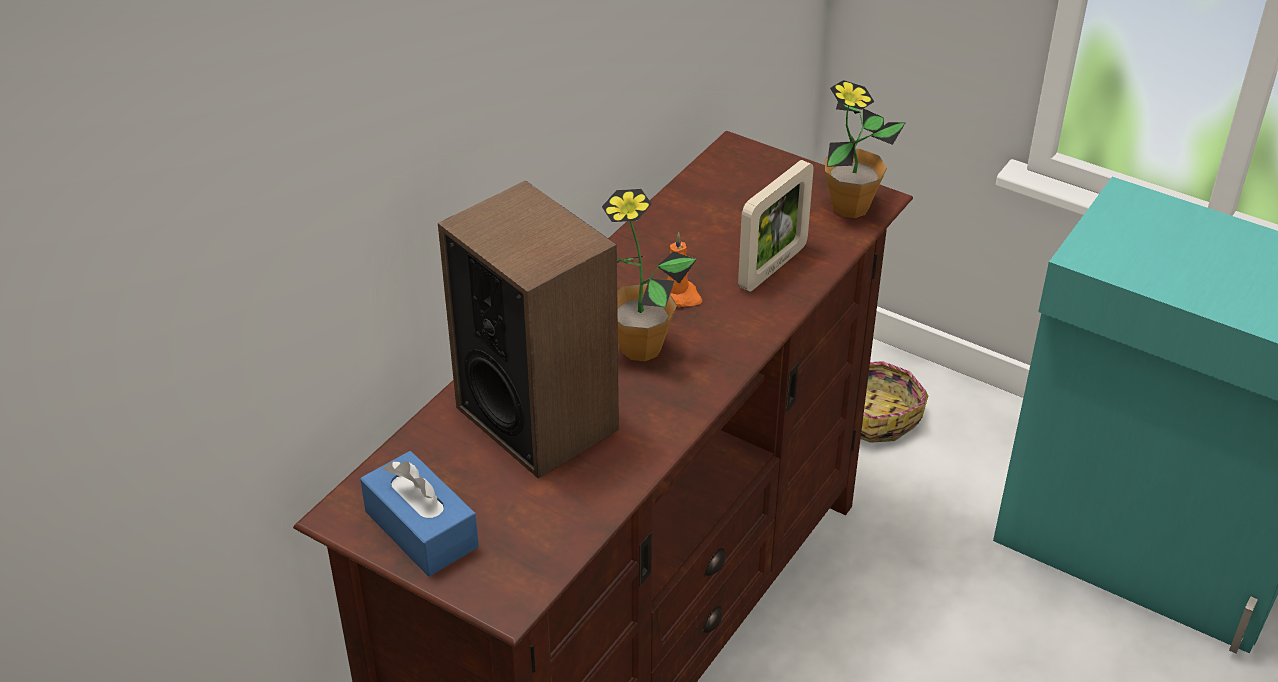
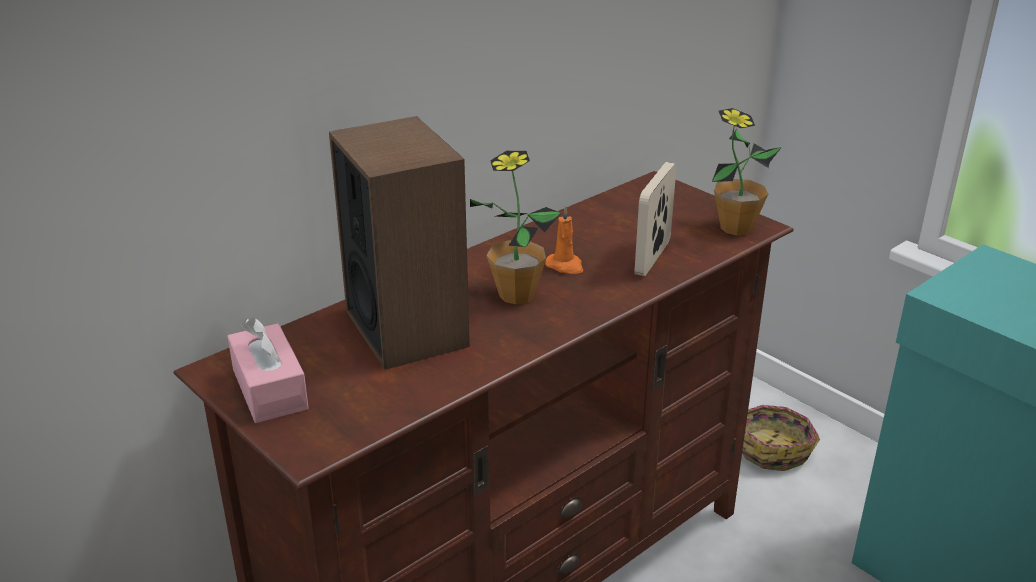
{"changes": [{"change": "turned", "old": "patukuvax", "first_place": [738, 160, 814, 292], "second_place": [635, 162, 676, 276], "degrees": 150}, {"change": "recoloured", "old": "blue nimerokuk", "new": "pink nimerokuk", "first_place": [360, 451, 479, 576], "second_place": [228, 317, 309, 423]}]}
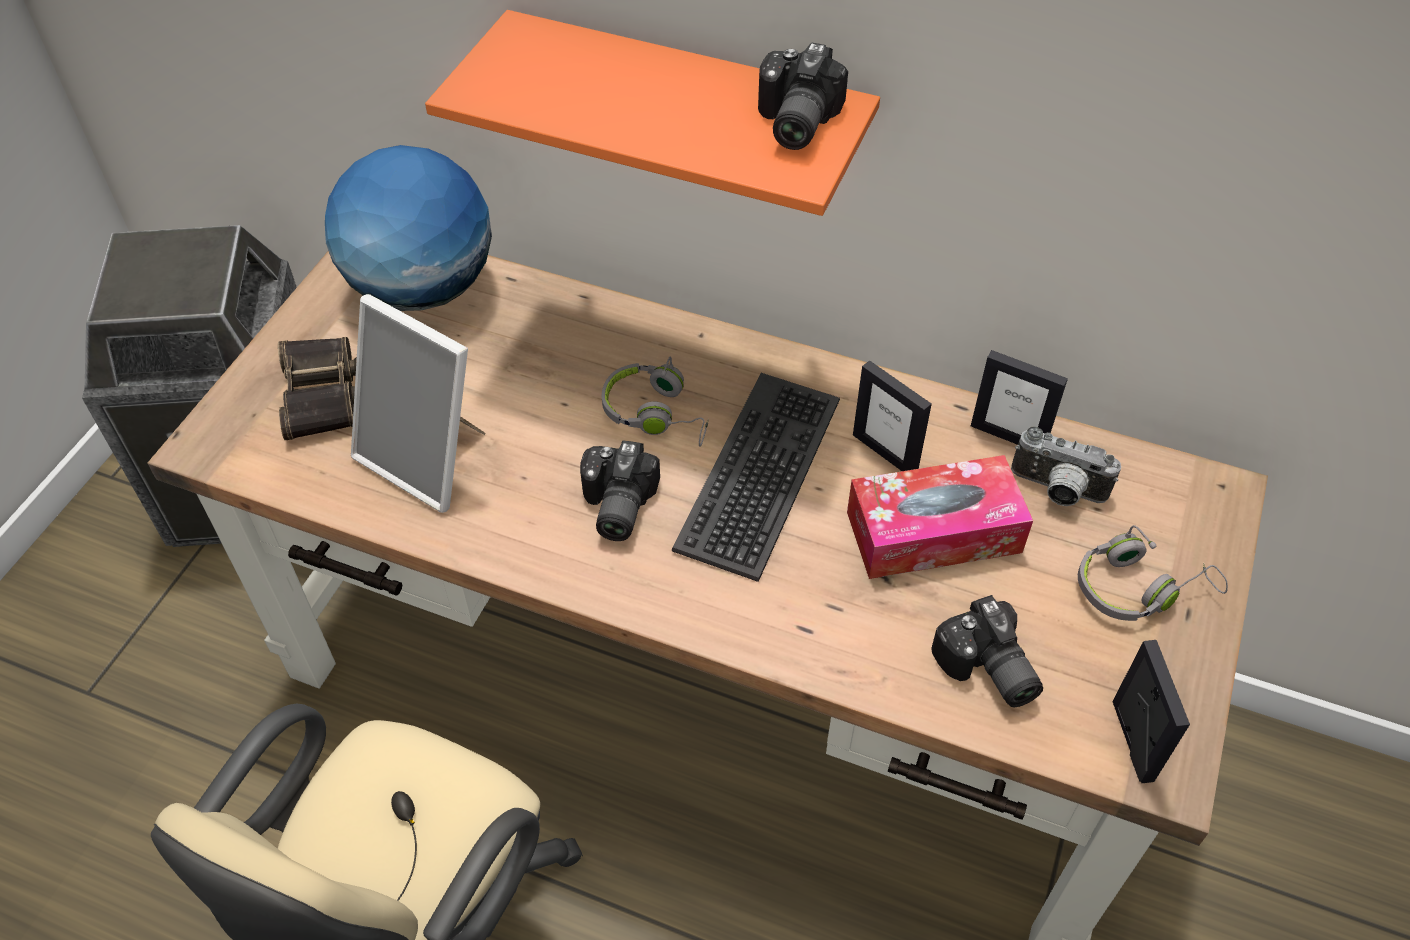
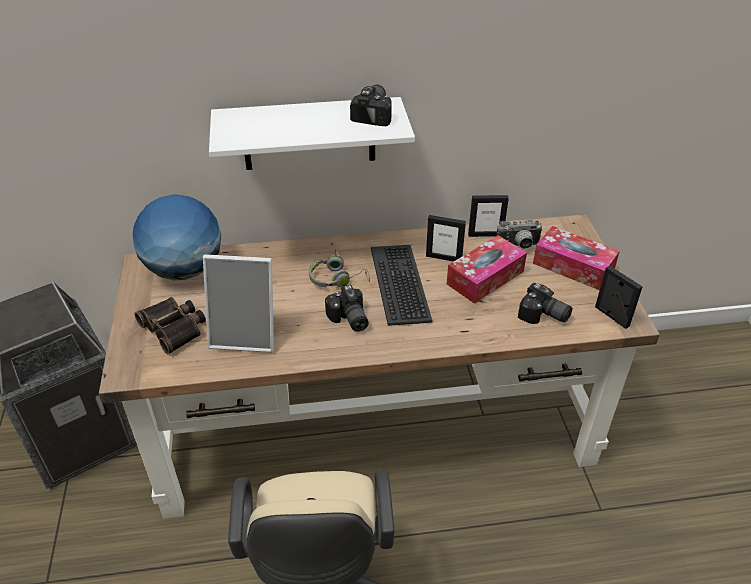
{"changes": [{"change": "recoloured", "old": "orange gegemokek", "new": "white gegemokek", "first_place": [425, 10, 880, 216], "second_place": [209, 97, 415, 170]}, {"change": "turned", "old": "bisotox", "first_place": [758, 42, 848, 150], "second_place": [350, 85, 392, 126], "degrees": -150}, {"change": "replaced", "old": "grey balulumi", "new": "nimerokuk", "first_place": [1078, 525, 1228, 621], "second_place": [533, 226, 620, 290]}]}
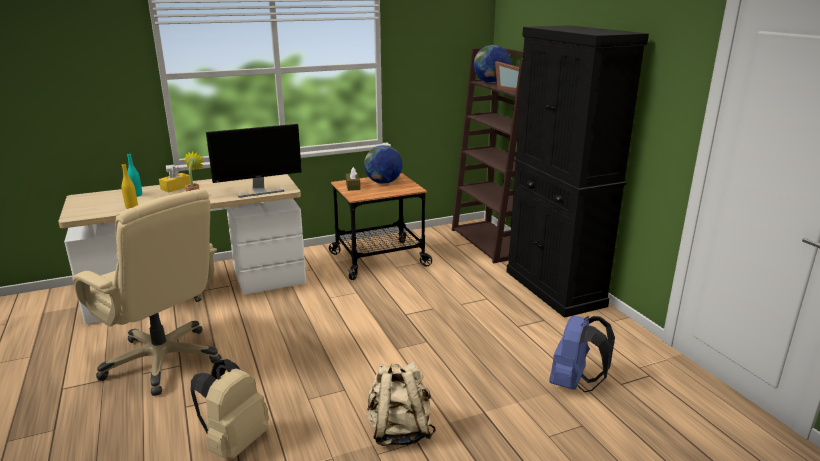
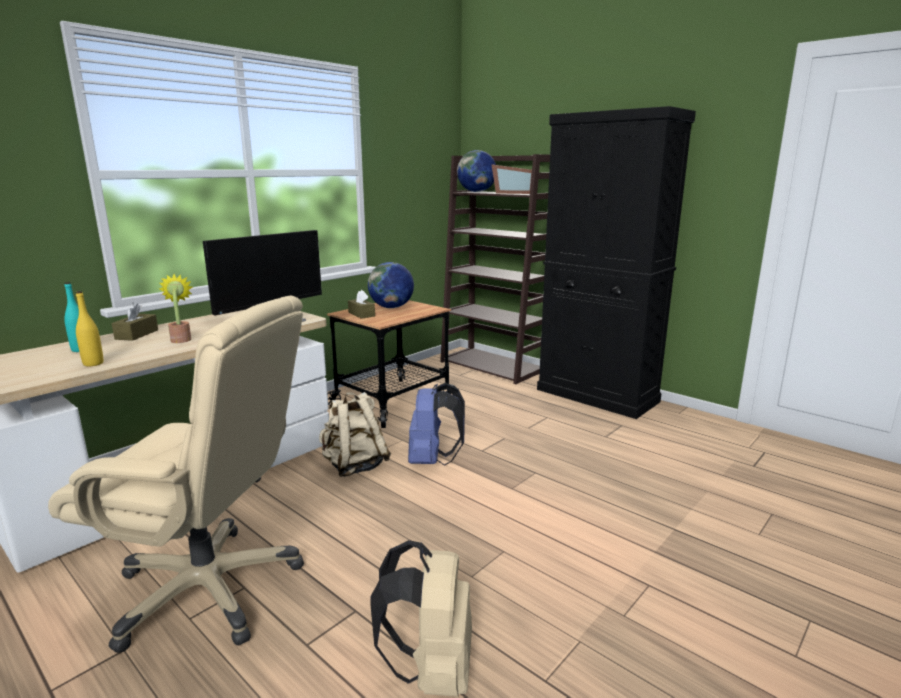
{"changes": [{"change": "recoloured", "old": "yellow nimerokuk", "new": "brown nimerokuk", "first_place": [159, 167, 190, 192], "second_place": [111, 303, 158, 341]}, {"change": "moved", "old": "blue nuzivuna", "first_place": [549, 316, 615, 392], "second_place": [408, 383, 465, 466]}, {"change": "moved", "old": "beige nuzivuna", "first_place": [367, 362, 436, 446], "second_place": [319, 392, 391, 477]}]}
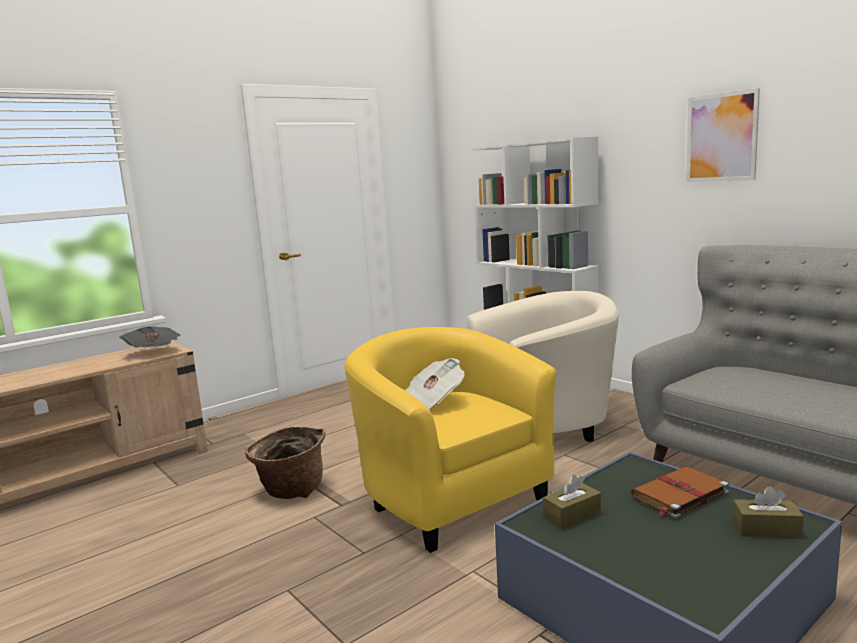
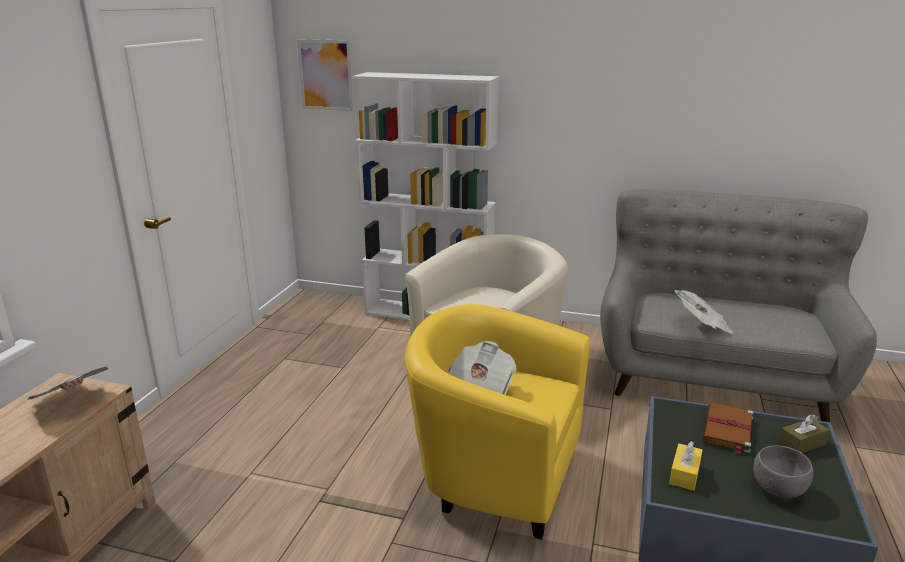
{"changes": [{"change": "moved", "old": "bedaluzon", "first_place": [686, 88, 760, 182], "second_place": [297, 39, 354, 111]}, {"change": "removed", "old": "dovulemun", "first_place": [245, 427, 326, 499]}, {"change": "recoloured", "old": "brown nimerokuk", "new": "yellow nimerokuk", "first_place": [543, 475, 601, 529], "second_place": [669, 441, 702, 491]}, {"change": "added", "new": "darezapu", "second_place": [675, 290, 733, 334]}, {"change": "added", "new": "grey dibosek", "second_place": [754, 445, 813, 499]}]}
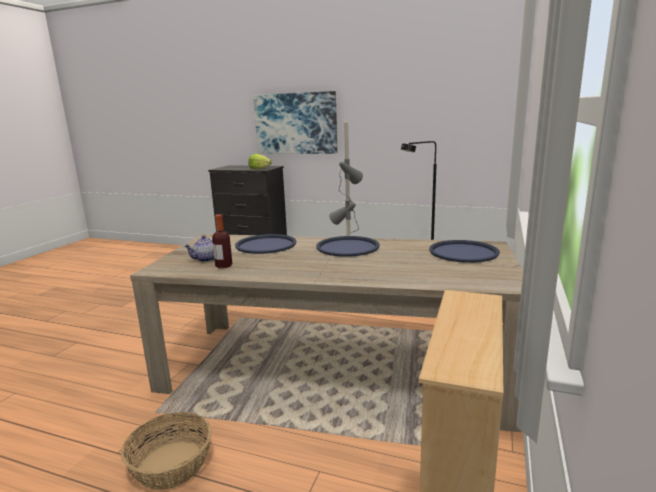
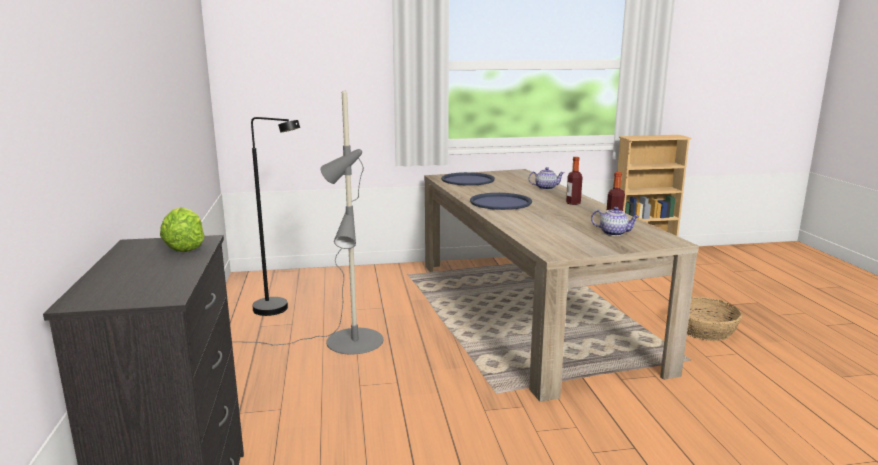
{"changes": [{"change": "removed", "old": "bedaluzon", "first_place": [253, 91, 337, 154]}, {"change": "removed", "old": "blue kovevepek", "first_place": [235, 234, 297, 254]}, {"change": "added", "new": "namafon", "second_place": [566, 157, 582, 205]}, {"change": "added", "new": "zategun", "second_place": [529, 167, 565, 190]}]}
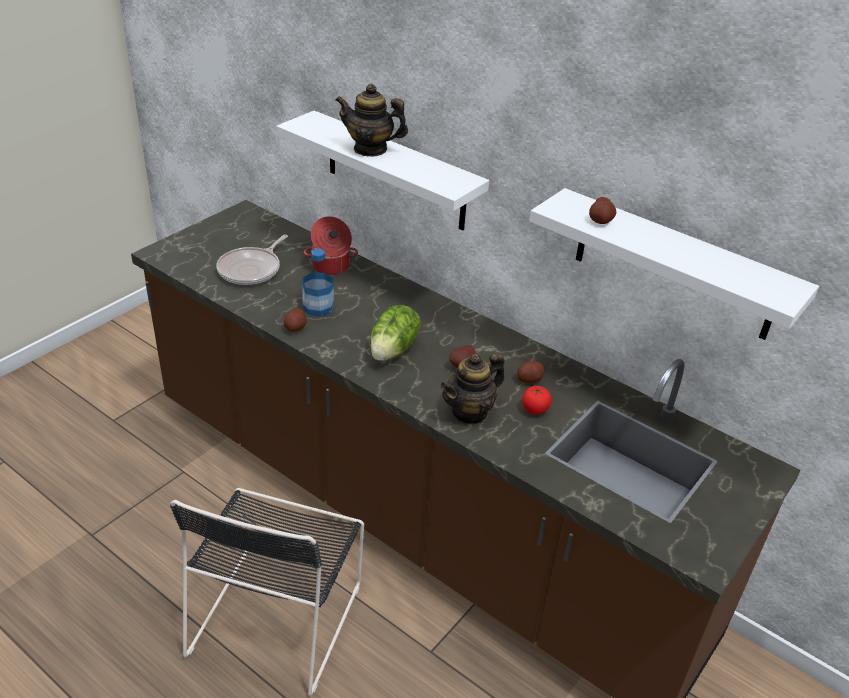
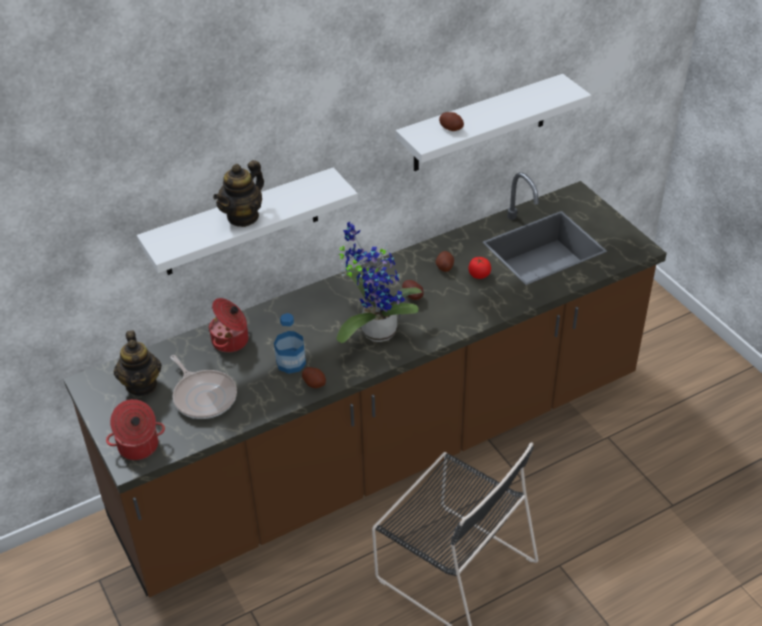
{"changes": [{"change": "replaced", "old": "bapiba", "new": "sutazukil", "first_place": [371, 305, 421, 361], "second_place": [336, 222, 422, 343]}, {"change": "moved", "old": "zategun", "first_place": [440, 353, 505, 425], "second_place": [114, 330, 162, 396]}, {"change": "added", "new": "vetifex", "second_place": [106, 399, 165, 460]}]}
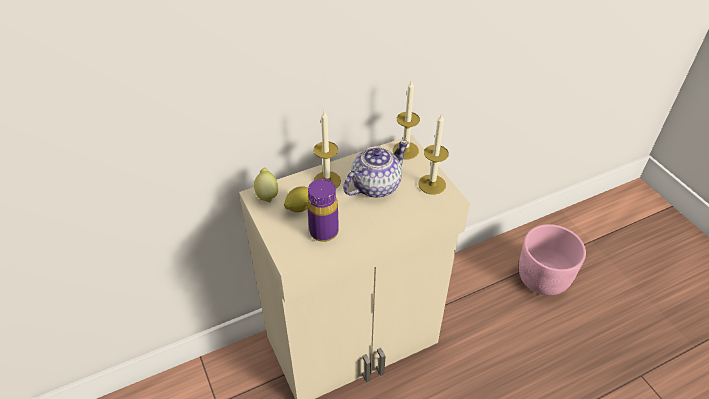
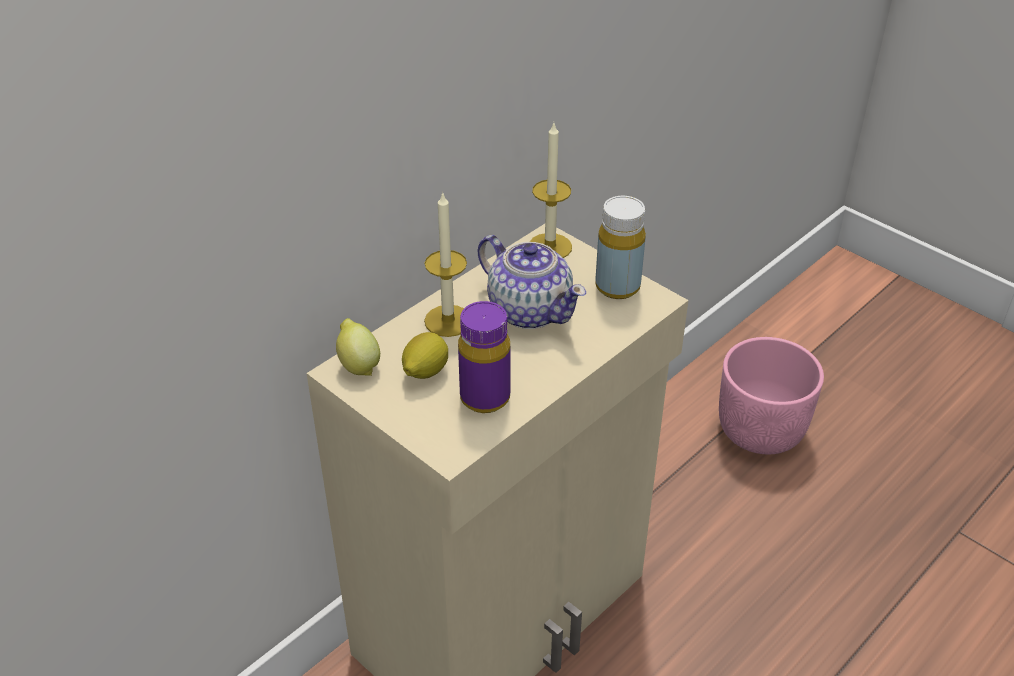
{"changes": [{"change": "replaced", "old": "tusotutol", "new": "yellow namafon", "first_place": [418, 113, 449, 195], "second_place": [595, 196, 646, 299]}, {"change": "turned", "old": "zategun", "first_place": [343, 140, 409, 198], "second_place": [478, 235, 586, 329], "degrees": 105}]}
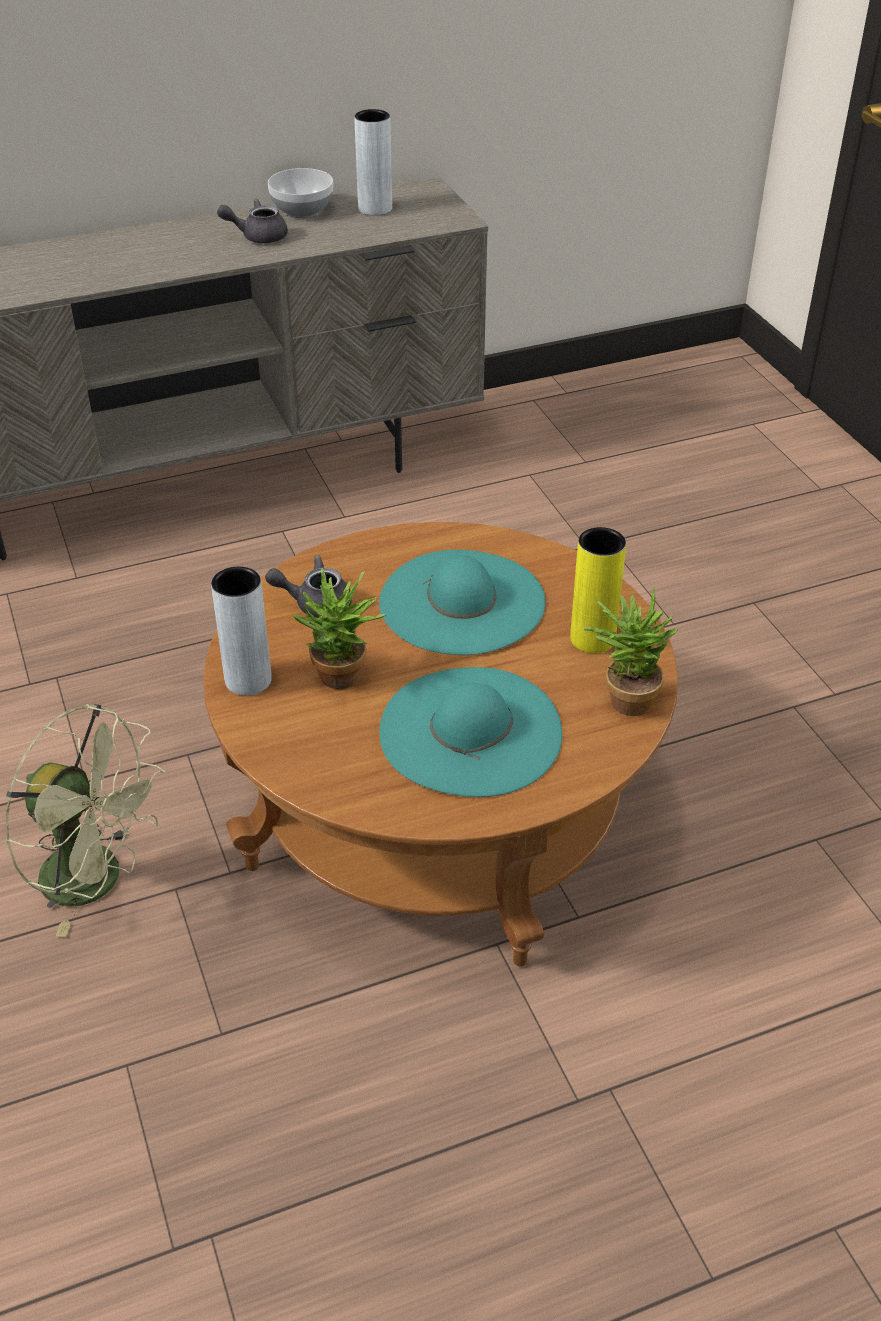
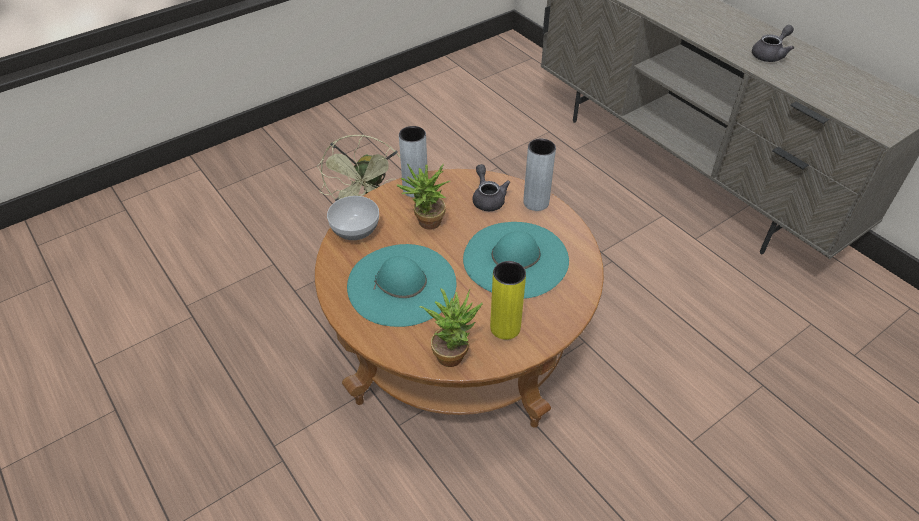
{"changes": [{"change": "moved", "old": "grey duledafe", "first_place": [354, 109, 392, 216], "second_place": [523, 139, 556, 211]}, {"change": "moved", "old": "dibosek", "first_place": [268, 168, 333, 218], "second_place": [327, 196, 379, 240]}, {"change": "turned", "old": "grey zategun", "first_place": [217, 199, 288, 243], "second_place": [752, 25, 794, 62], "degrees": 75}]}
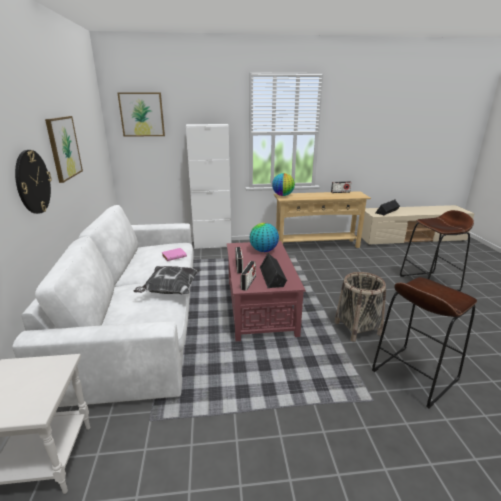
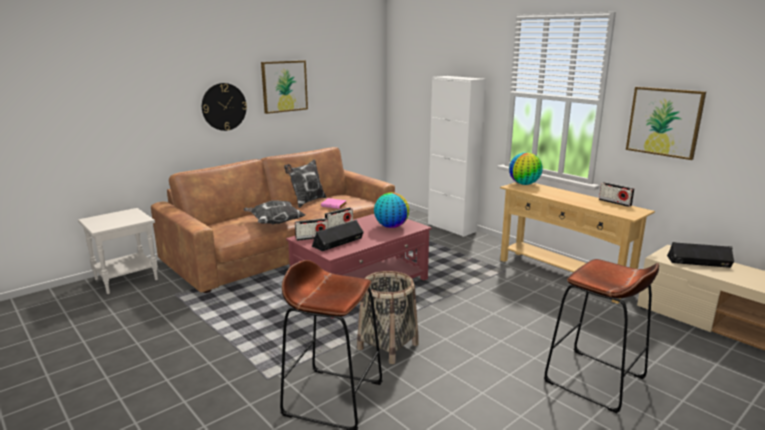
{"changes": [{"change": "moved", "old": "bedaluzon", "first_place": [117, 92, 165, 137], "second_place": [626, 87, 706, 160]}, {"change": "recoloured", "old": "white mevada", "new": "brown mevada", "first_place": [12, 205, 194, 407], "second_place": [151, 147, 395, 293]}, {"change": "added", "new": "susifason", "second_place": [284, 159, 326, 208]}]}
